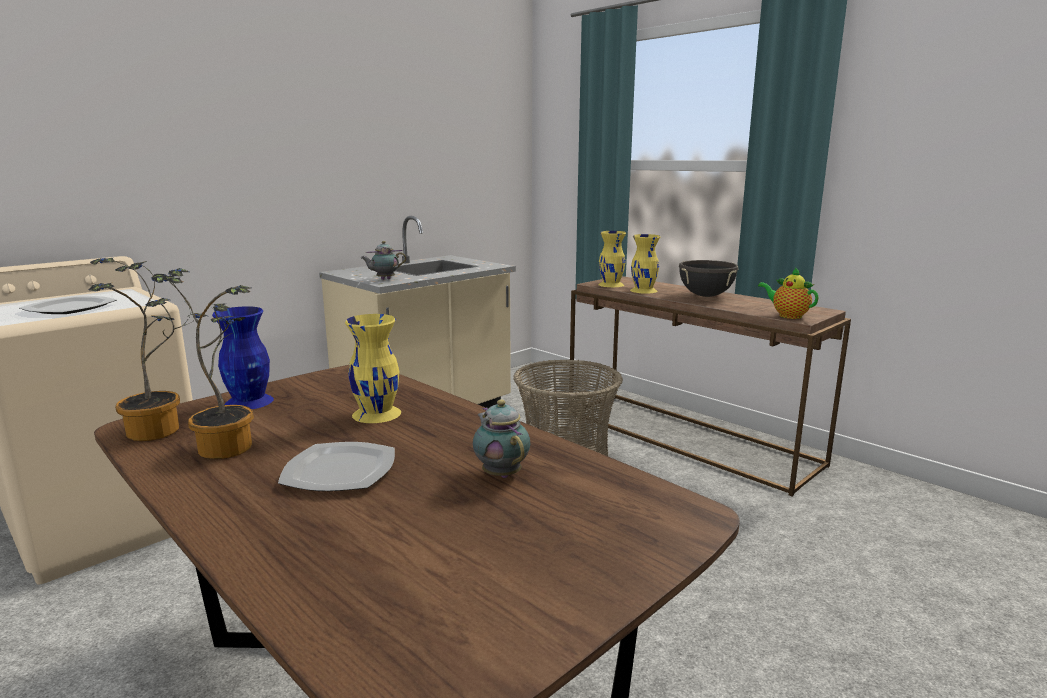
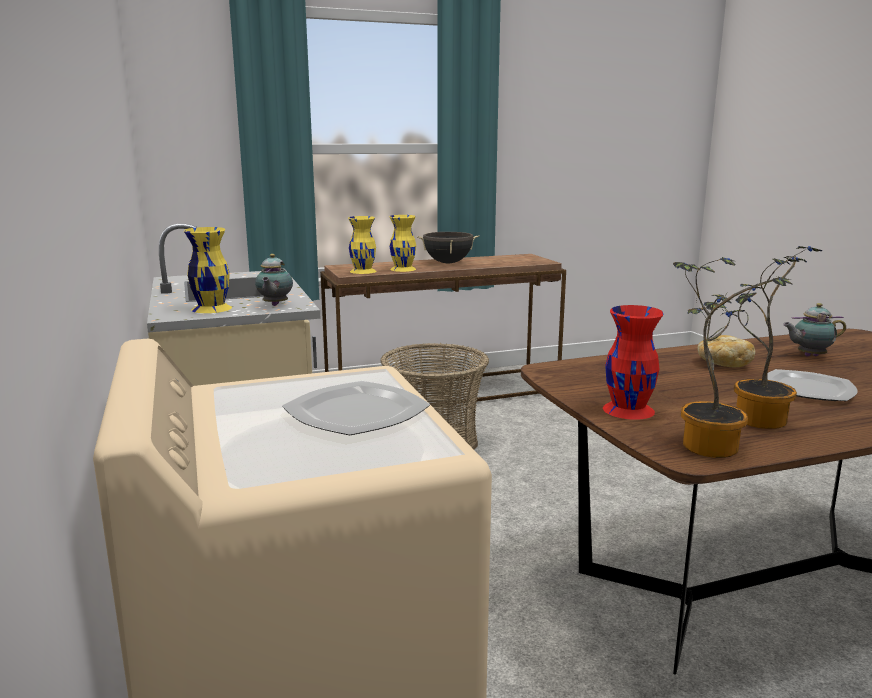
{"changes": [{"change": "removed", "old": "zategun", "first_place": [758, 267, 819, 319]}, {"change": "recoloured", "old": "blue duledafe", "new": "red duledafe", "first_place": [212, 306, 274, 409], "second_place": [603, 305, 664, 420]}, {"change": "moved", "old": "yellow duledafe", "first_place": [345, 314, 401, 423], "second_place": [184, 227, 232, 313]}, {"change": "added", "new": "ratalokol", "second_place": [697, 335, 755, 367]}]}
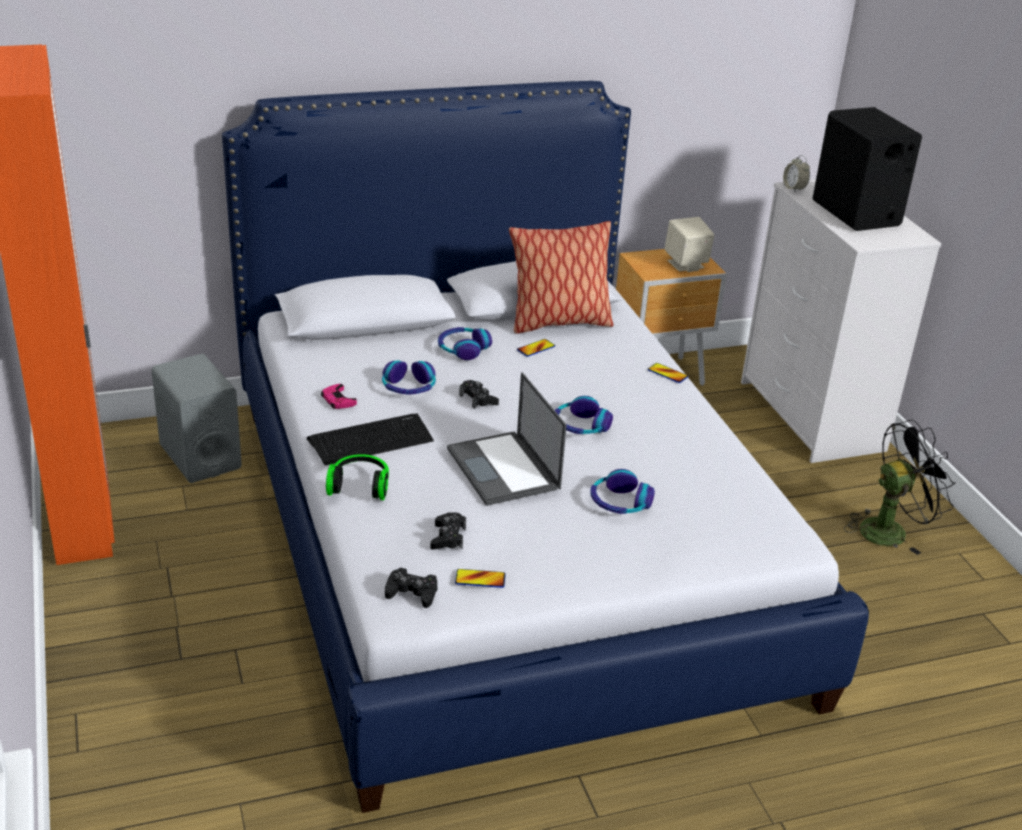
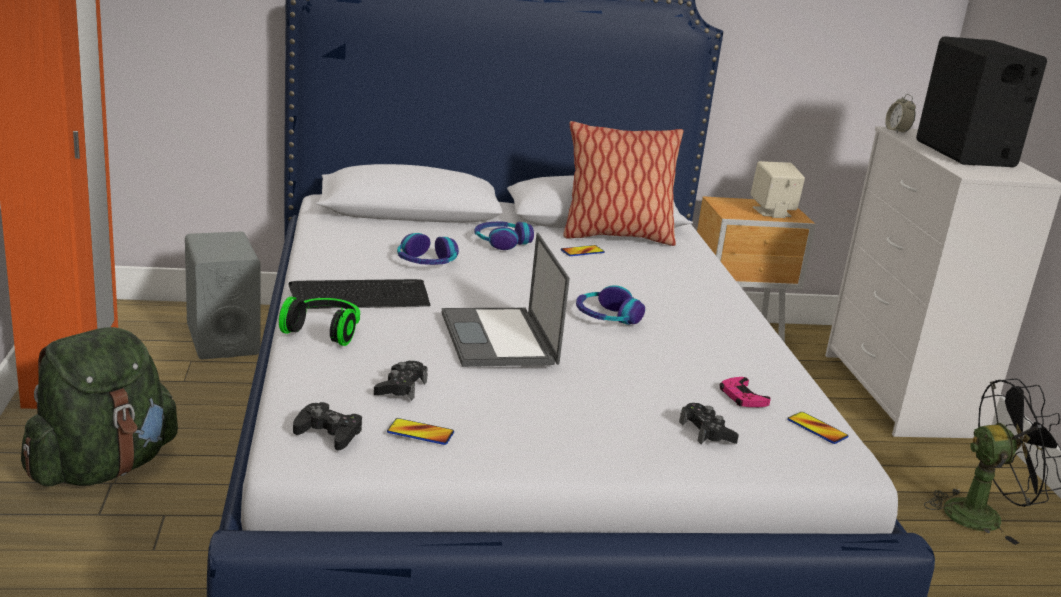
{"changes": [{"change": "moved", "old": "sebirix", "first_place": [648, 363, 688, 383], "second_place": [787, 412, 849, 444]}, {"change": "moved", "old": "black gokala", "first_place": [459, 380, 499, 409], "second_place": [679, 403, 739, 444]}, {"change": "moved", "old": "pink gokala", "first_place": [321, 384, 357, 409], "second_place": [720, 377, 771, 407]}, {"change": "removed", "old": "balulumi", "first_place": [590, 469, 655, 514]}, {"change": "added", "new": "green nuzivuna", "second_place": [21, 327, 178, 486]}]}
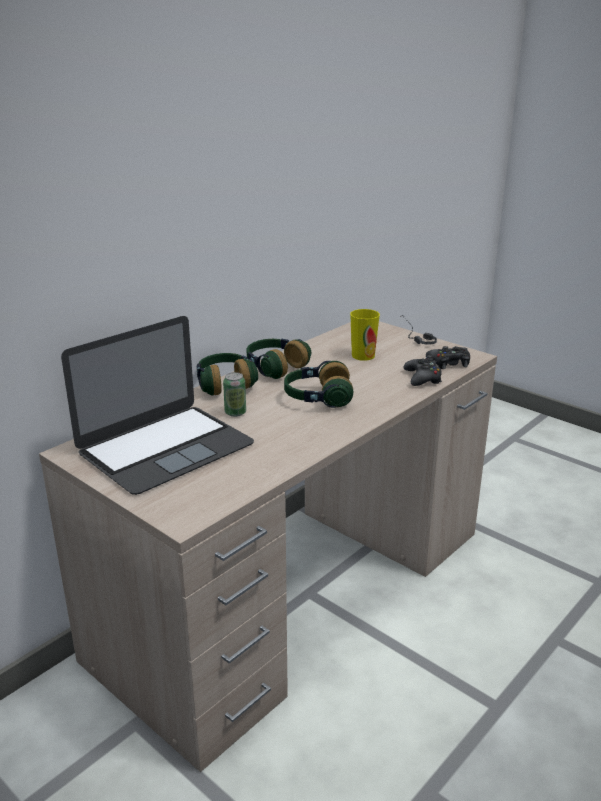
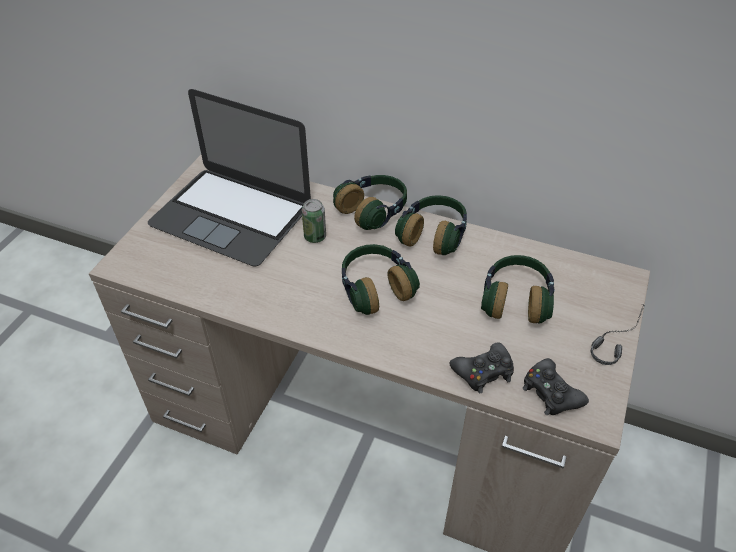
{"changes": [{"change": "replaced", "old": "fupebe", "new": "balulumi", "first_place": [350, 309, 380, 361], "second_place": [481, 255, 555, 323]}]}
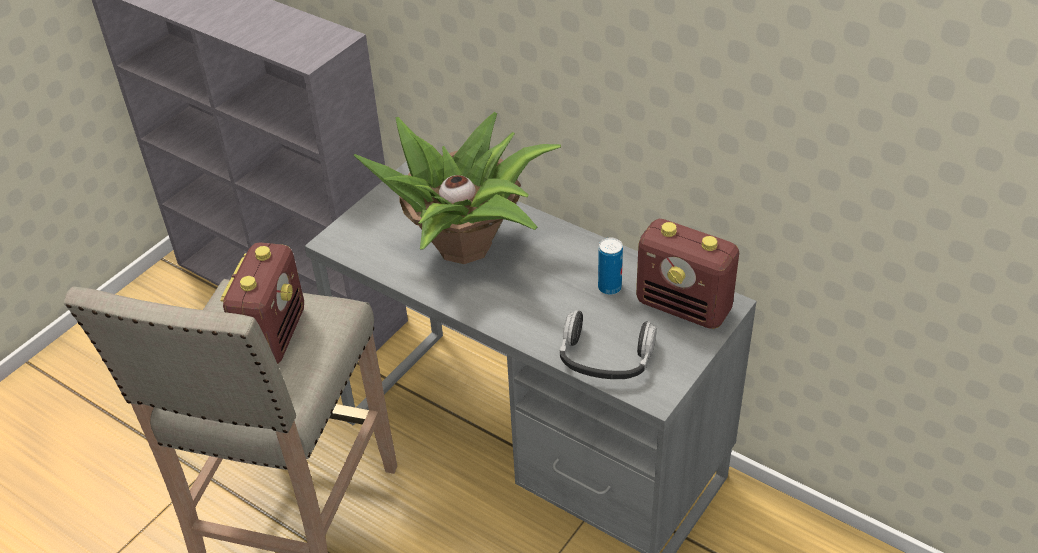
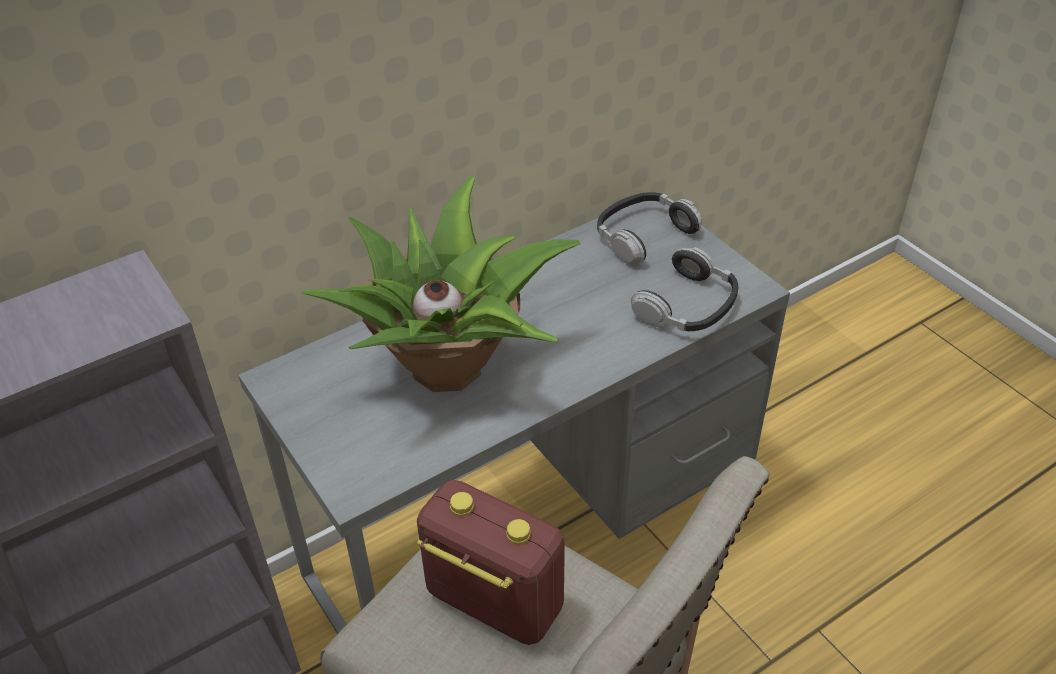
{"changes": [{"change": "replaced", "old": "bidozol", "new": "balulumi", "first_place": [636, 219, 739, 329], "second_place": [597, 192, 702, 264]}, {"change": "removed", "old": "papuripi", "first_place": [598, 237, 623, 295]}]}
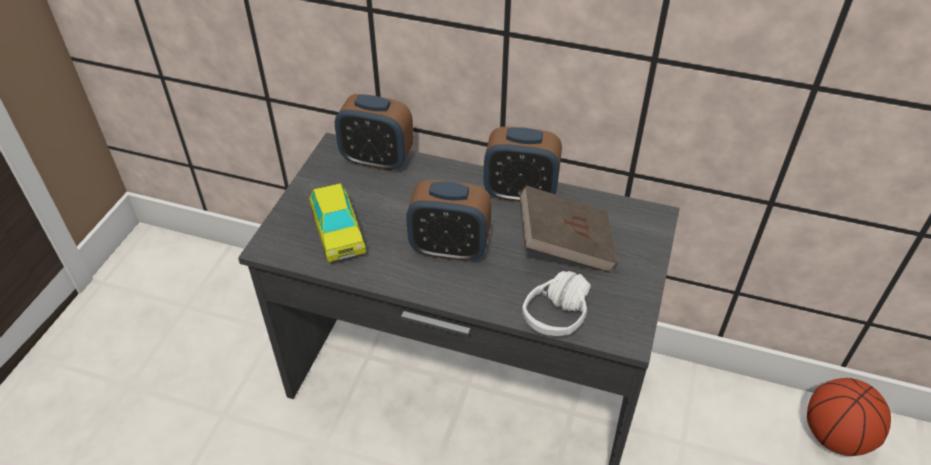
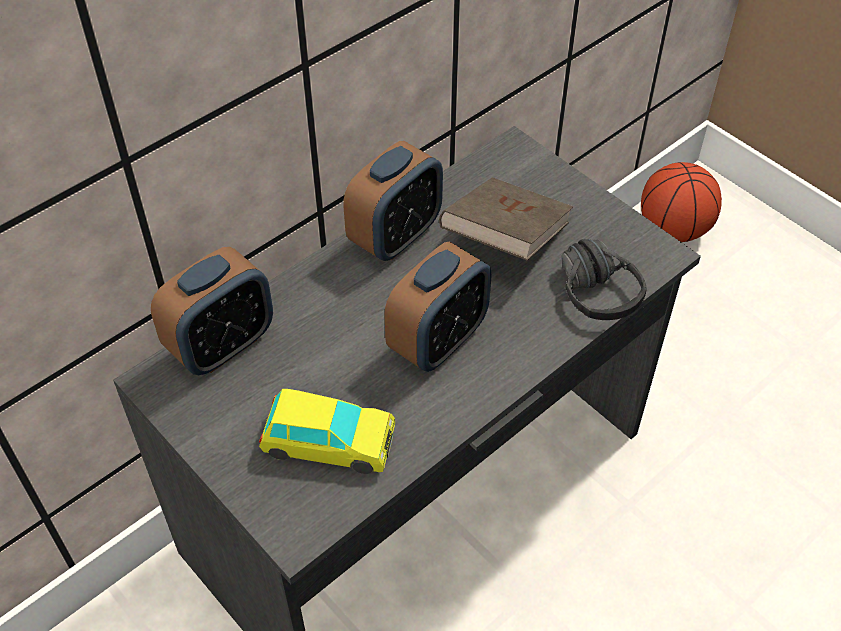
{"changes": [{"change": "recoloured", "old": "white balulumi", "new": "black balulumi", "first_place": [522, 271, 591, 336], "second_place": [562, 239, 647, 320]}]}
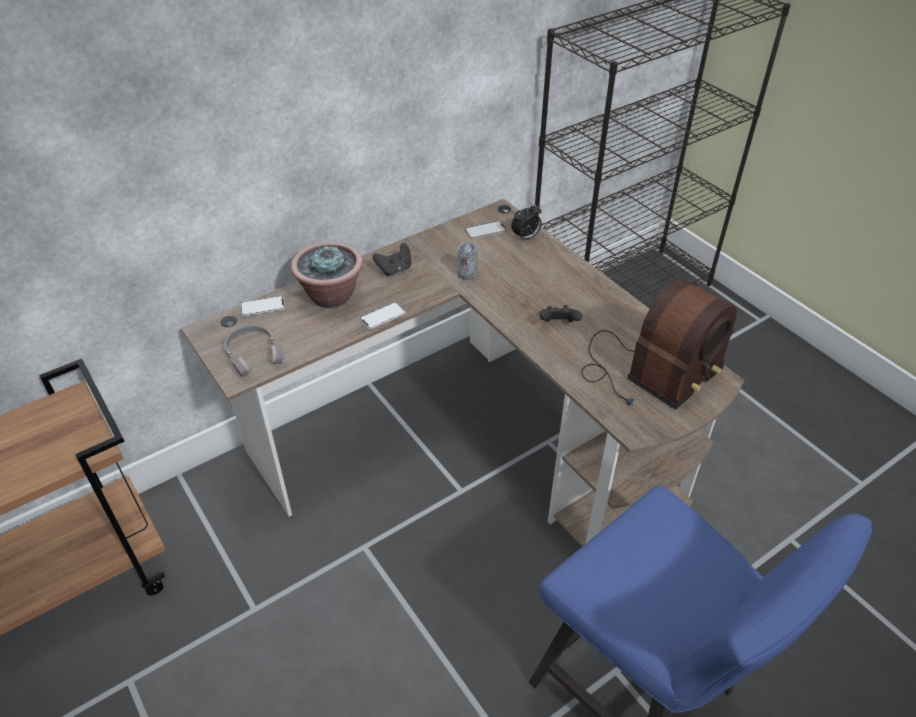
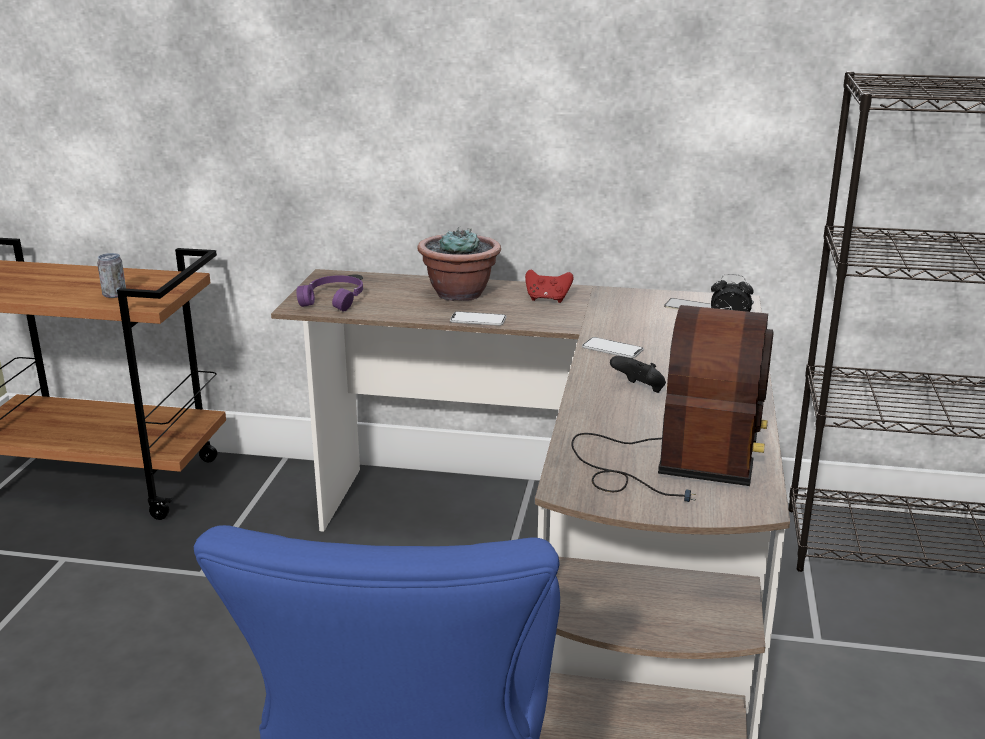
{"changes": [{"change": "recoloured", "old": "black gokala", "new": "red gokala", "first_place": [373, 243, 411, 276], "second_place": [525, 269, 574, 303]}, {"change": "moved", "old": "papuripi", "first_place": [458, 243, 478, 280], "second_place": [97, 253, 126, 298]}, {"change": "turned", "old": "bidozol", "first_place": [581, 278, 737, 409], "second_place": [571, 305, 774, 502], "degrees": -75}, {"change": "moved", "old": "sebirix", "first_place": [240, 296, 285, 316], "second_place": [582, 337, 644, 359]}, {"change": "recoloured", "old": "grey balulumi", "new": "purple balulumi", "first_place": [224, 325, 283, 377], "second_place": [296, 276, 363, 312]}]}
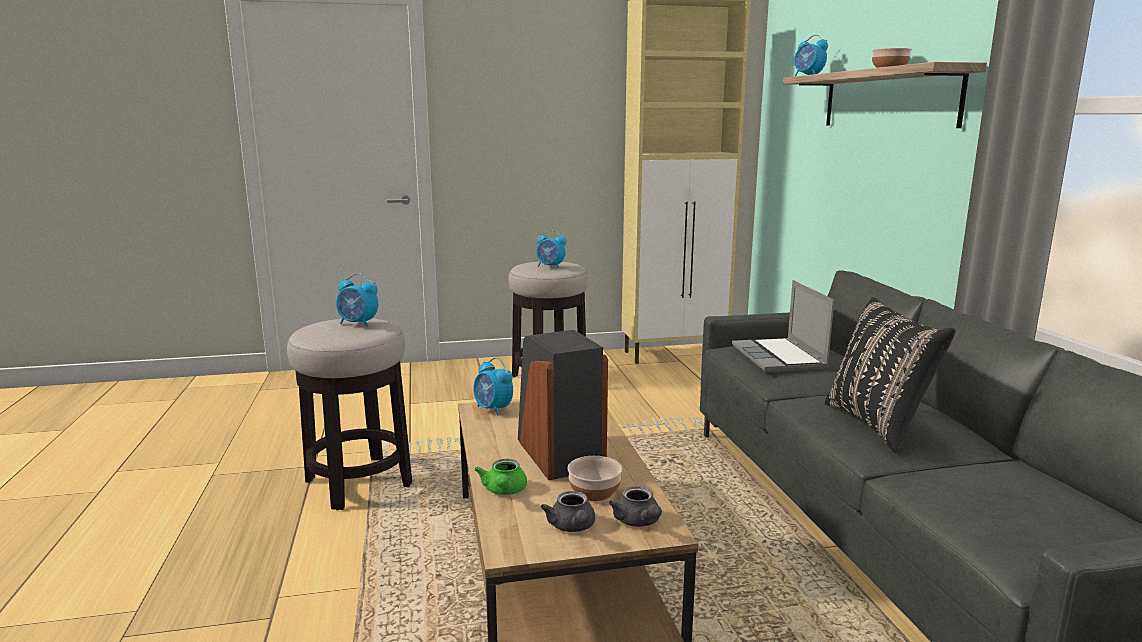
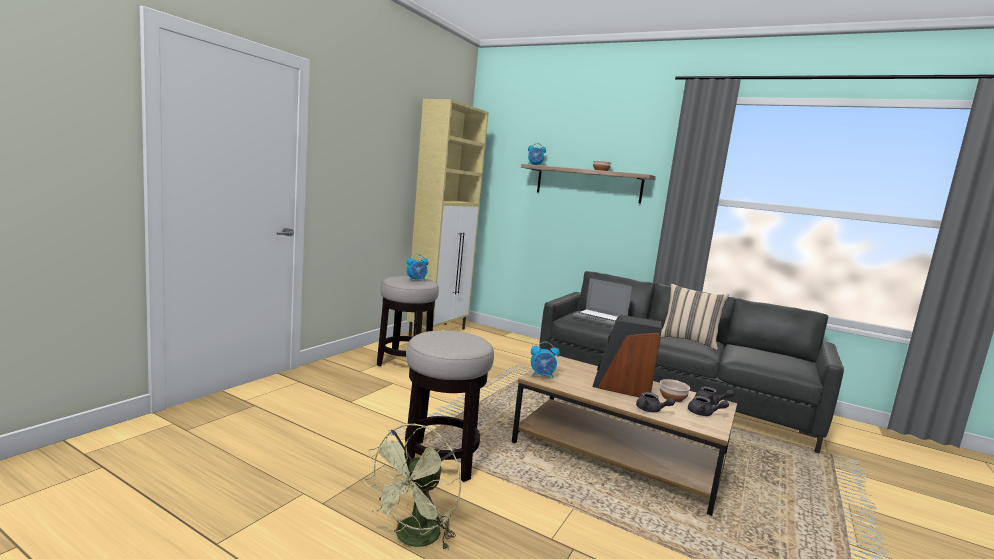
{"changes": [{"change": "removed", "old": "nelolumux", "first_place": [336, 273, 378, 327]}, {"change": "recoloured", "old": "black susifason", "new": "beige susifason", "first_place": [825, 297, 956, 454], "second_place": [661, 284, 729, 350]}, {"change": "recoloured", "old": "green zategun", "new": "grey zategun", "first_place": [474, 459, 527, 495], "second_place": [636, 392, 675, 413]}, {"change": "added", "new": "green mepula", "second_place": [363, 424, 461, 551]}]}
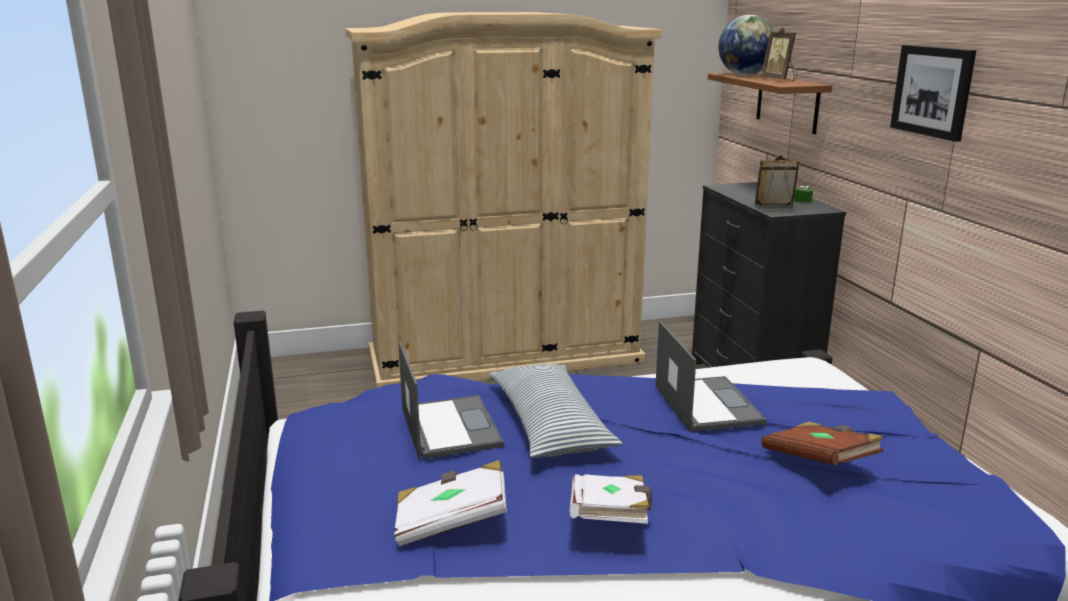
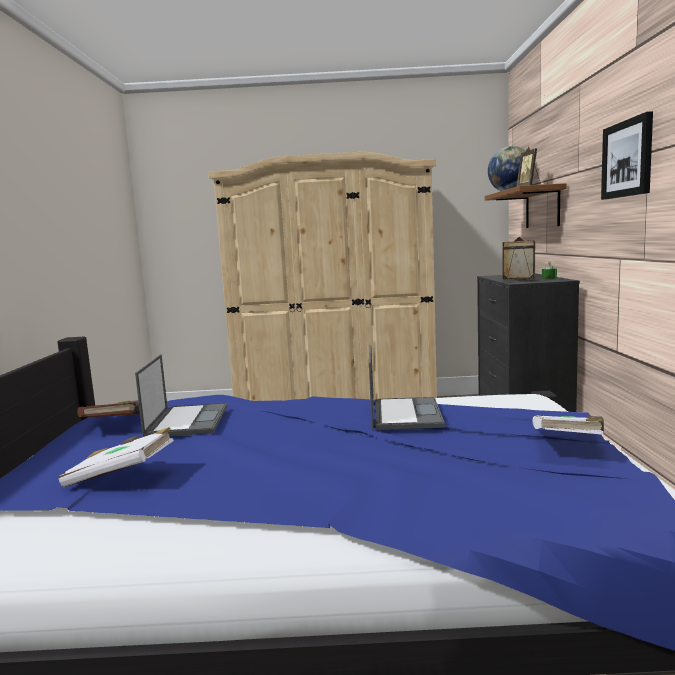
{"changes": [{"change": "removed", "old": "susifason", "first_place": [489, 364, 623, 458]}, {"change": "moved", "old": "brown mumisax", "first_place": [761, 422, 883, 465], "second_place": [77, 400, 140, 417]}, {"change": "moved", "old": "white mumisax", "first_place": [569, 474, 652, 524], "second_place": [532, 415, 604, 435]}]}
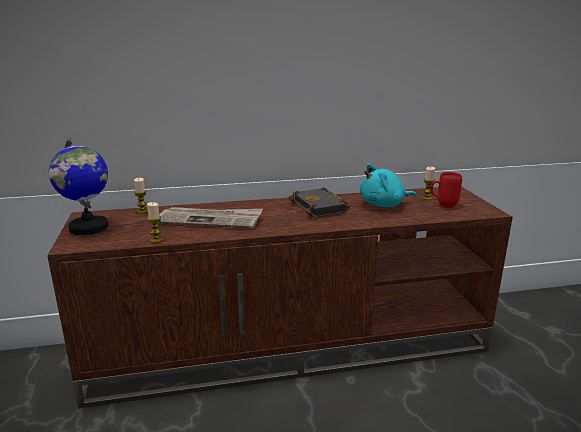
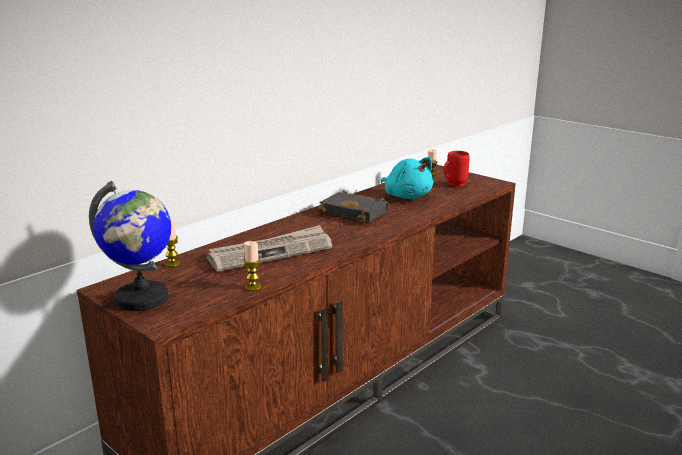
{"changes": [{"change": "turned", "old": "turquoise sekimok", "first_place": [360, 164, 417, 207], "second_place": [381, 157, 434, 199], "degrees": -75}]}
